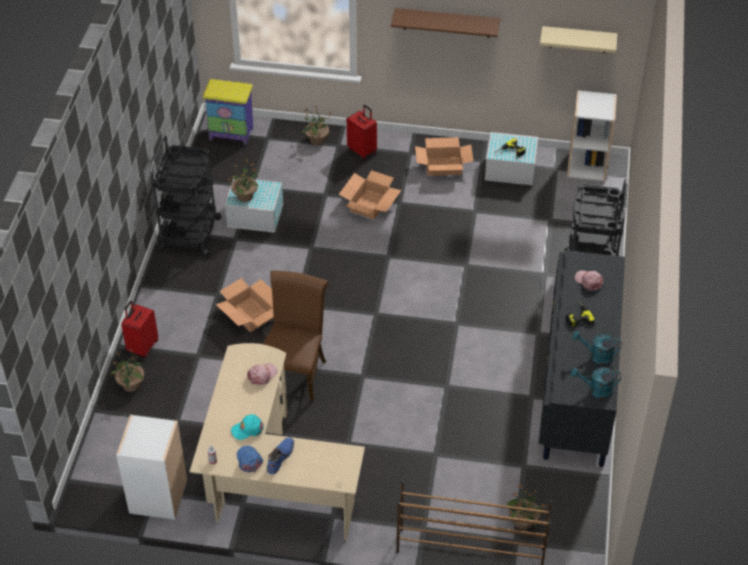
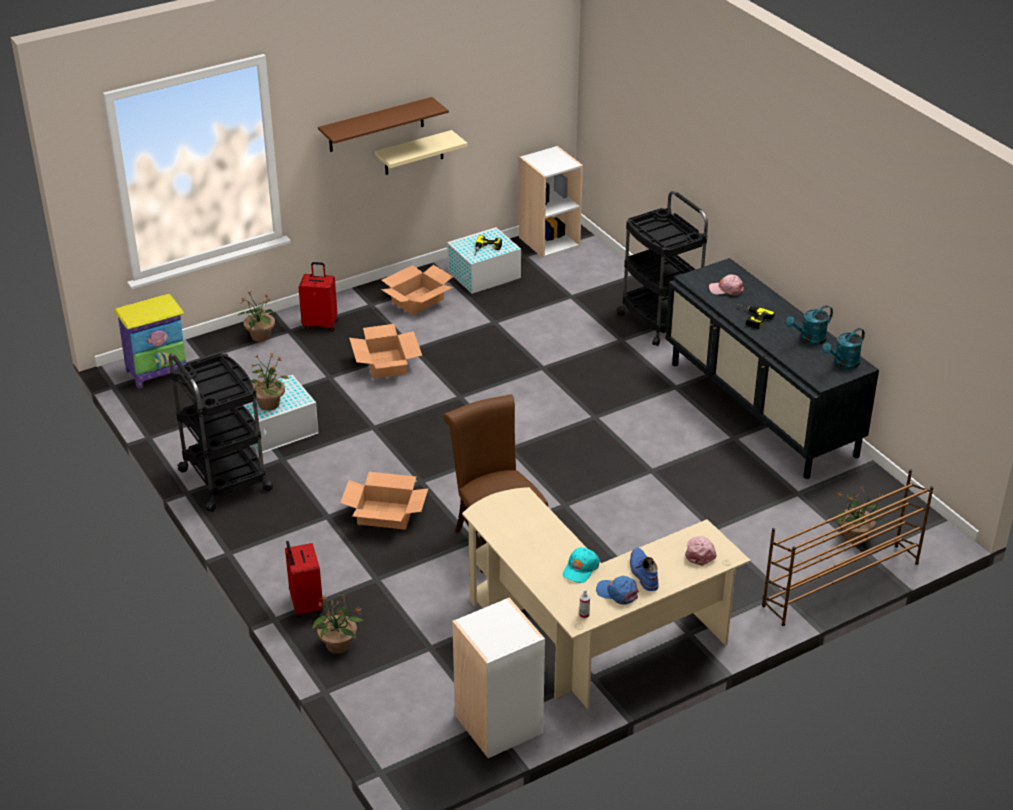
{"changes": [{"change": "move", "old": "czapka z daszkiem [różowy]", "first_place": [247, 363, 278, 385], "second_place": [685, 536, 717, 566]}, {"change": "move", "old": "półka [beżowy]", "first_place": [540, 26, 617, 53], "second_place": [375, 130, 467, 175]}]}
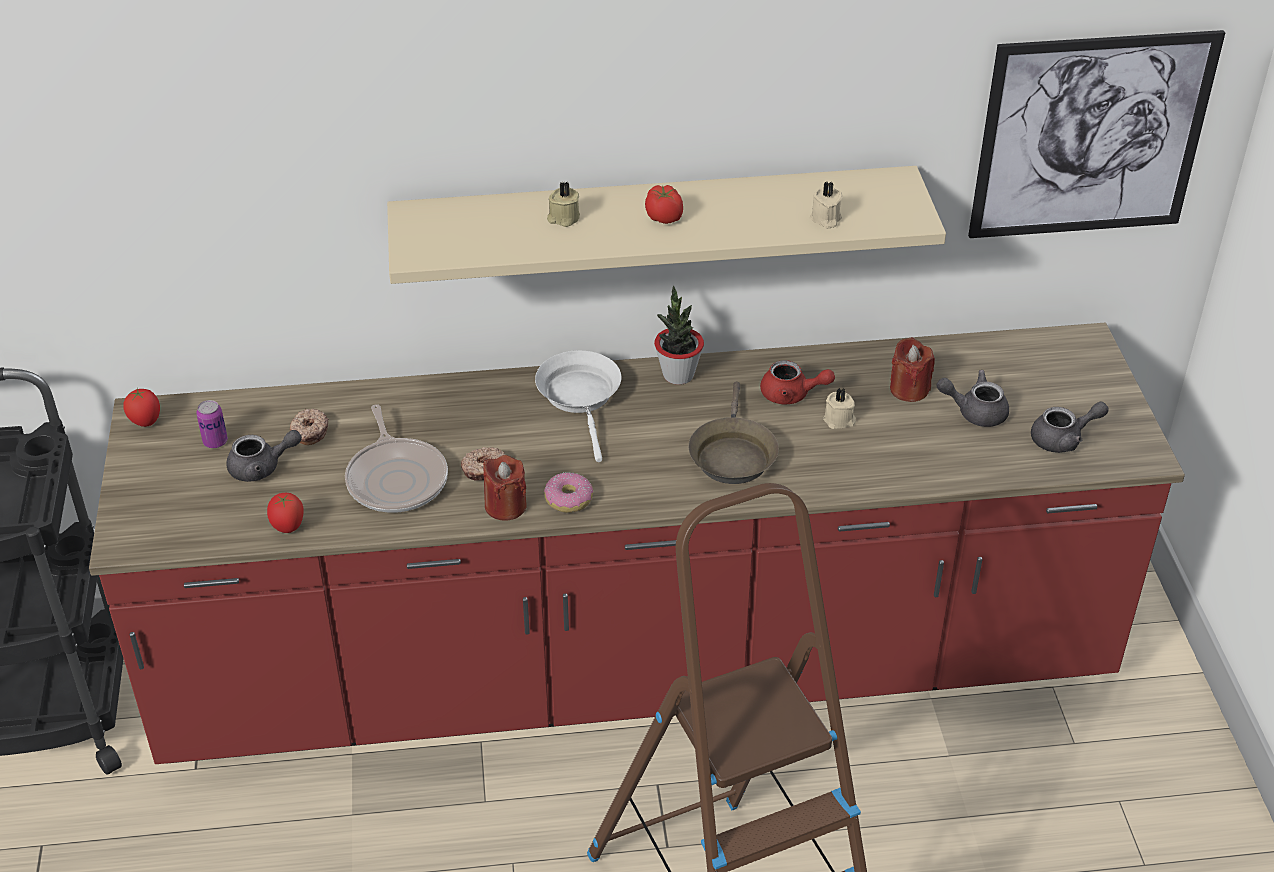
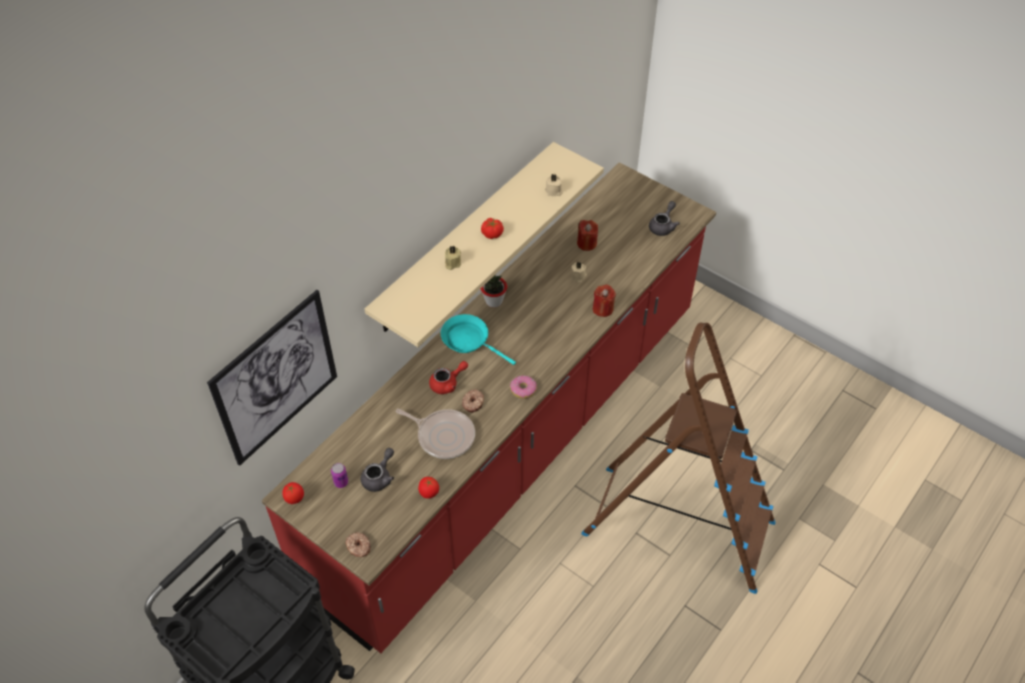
{"changes": [{"change": "delete", "old": "patelnia [brązowy]", "first_place": [689, 382, 779, 484]}, {"change": "delete", "old": "imbryk [szary]", "first_place": [936, 370, 1009, 427]}, {"change": "move", "old": "donut", "first_place": [290, 409, 329, 445], "second_place": [345, 532, 371, 557]}, {"change": "move", "old": "świeca [czerwony]", "first_place": [483, 455, 526, 521], "second_place": [593, 285, 616, 317]}, {"change": "move", "old": "imbryk [czerwony]", "first_place": [760, 360, 835, 405], "second_place": [429, 361, 468, 394]}, {"change": "move", "old": "obraz", "first_place": [968, 30, 1225, 238], "second_place": [207, 290, 337, 466]}, {"change": "recolor", "old": "patelnia [biały]", "new": "patelnia [turkusowy]", "first_place": [535, 351, 621, 462], "second_place": [441, 314, 516, 365]}]}
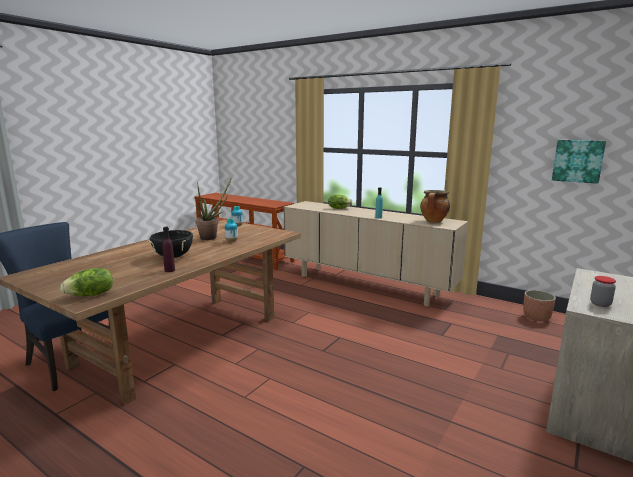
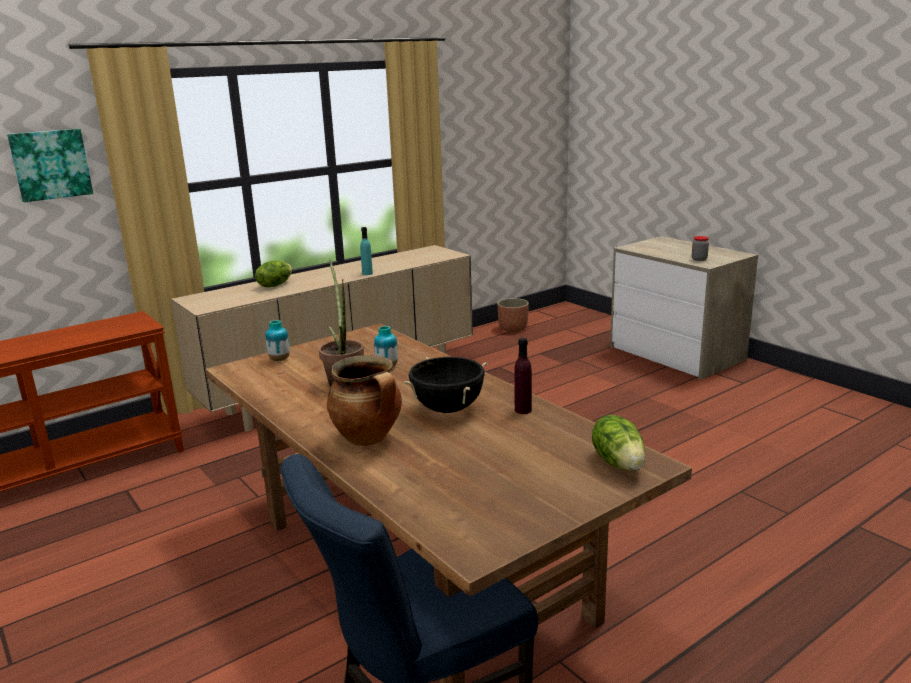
{"changes": [{"change": "move", "old": "garnek", "first_place": [420, 190, 450, 223], "second_place": [327, 355, 402, 446]}, {"change": "move", "old": "obraz", "first_place": [552, 140, 606, 184], "second_place": [7, 129, 93, 202]}]}
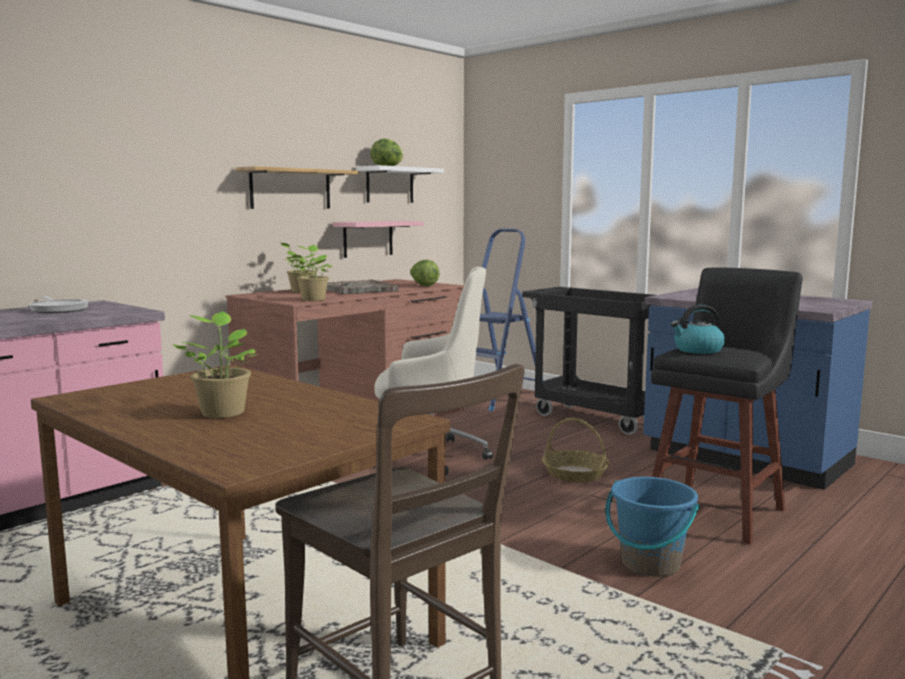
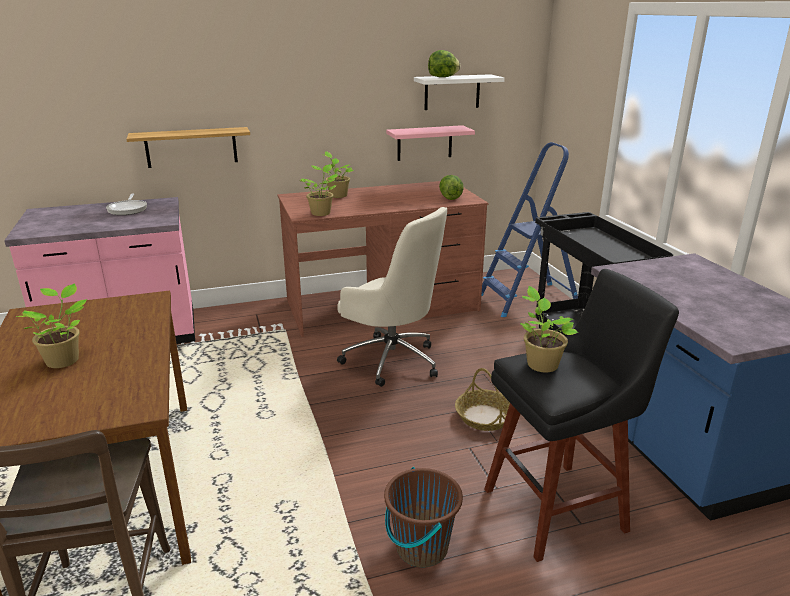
{"changes": [{"change": "delete", "old": "taca [szary]", "first_place": [326, 279, 399, 294]}, {"change": "move", "old": "półka", "first_place": [235, 166, 359, 209], "second_place": [126, 127, 250, 168]}, {"change": "replace", "old": "czajnik", "new": "roślina doniczkowa", "first_place": [671, 304, 725, 354], "second_place": [520, 286, 578, 373]}, {"change": "recolor", "old": "wiadro [niebieski]", "new": "wiadro [brązowy]", "first_place": [605, 477, 700, 577], "second_place": [384, 467, 463, 568]}]}
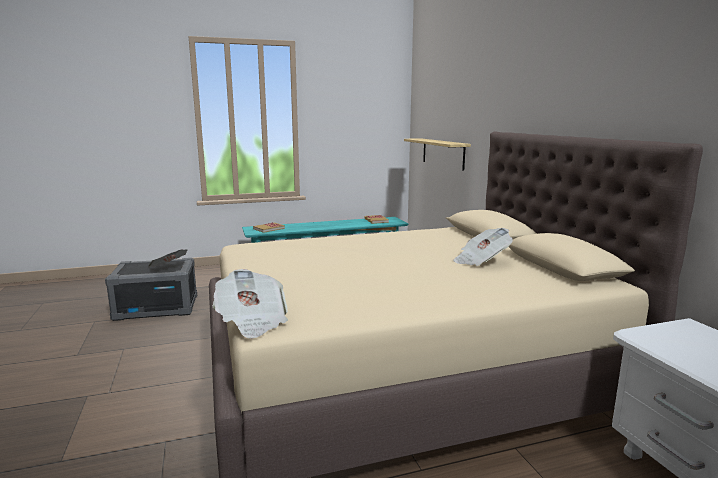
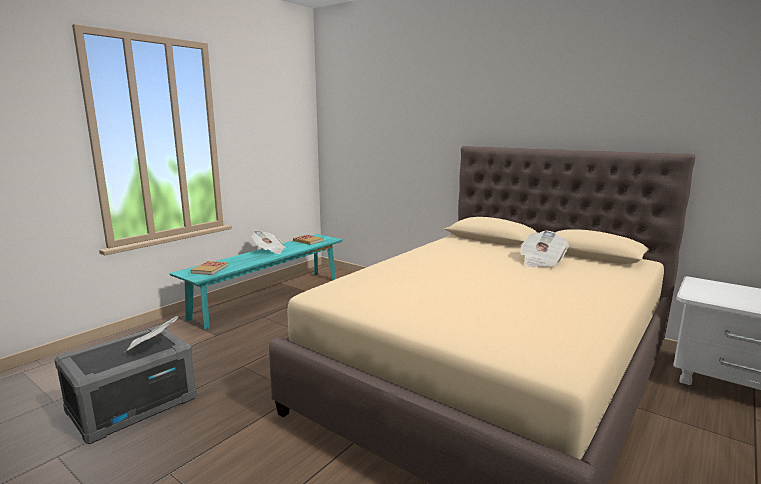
{"changes": [{"change": "delete", "old": "półka", "first_place": [404, 138, 471, 171]}, {"change": "move", "old": "gazeta", "first_place": [213, 269, 288, 339], "second_place": [251, 231, 286, 254]}]}
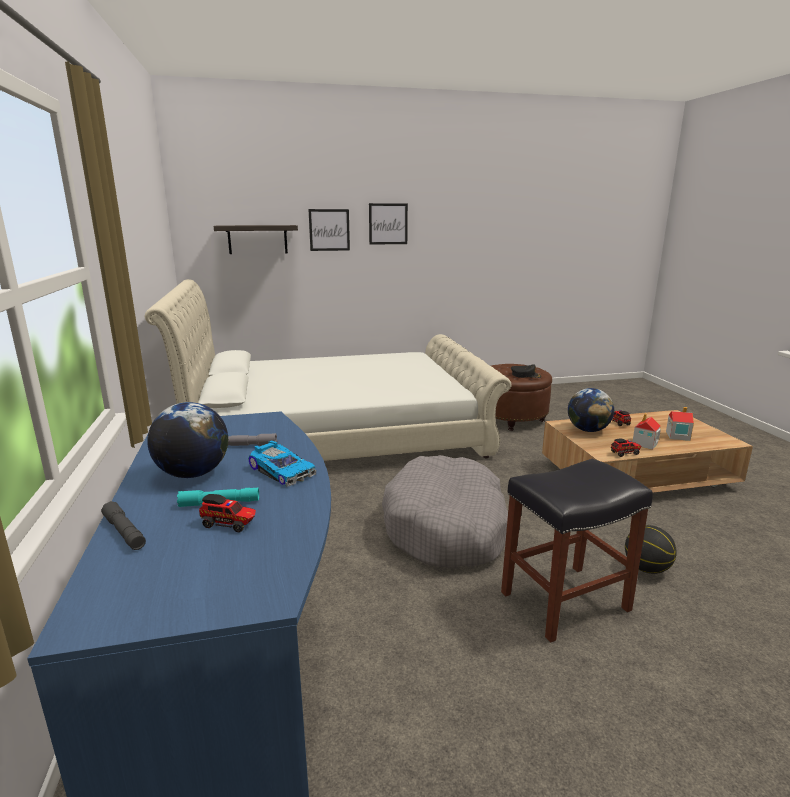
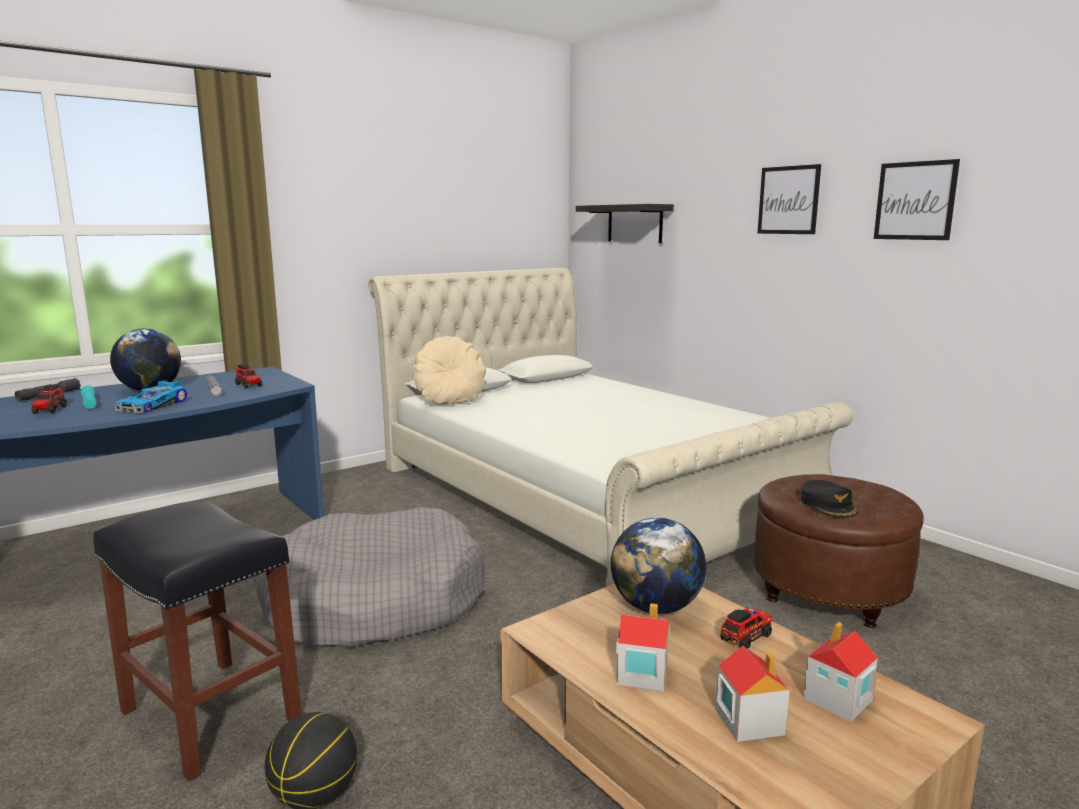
{"changes": [{"change": "insert", "new": "poduszka [beżowy]", "second_place": [413, 336, 486, 405]}, {"change": "insert", "new": "domek", "second_place": [803, 622, 878, 722]}, {"change": "move", "old": "obraz", "first_place": [308, 209, 350, 251], "second_place": [874, 159, 960, 240]}, {"change": "move", "old": "ciężarówka zabawkowa", "first_place": [611, 439, 641, 457], "second_place": [235, 364, 262, 389]}]}
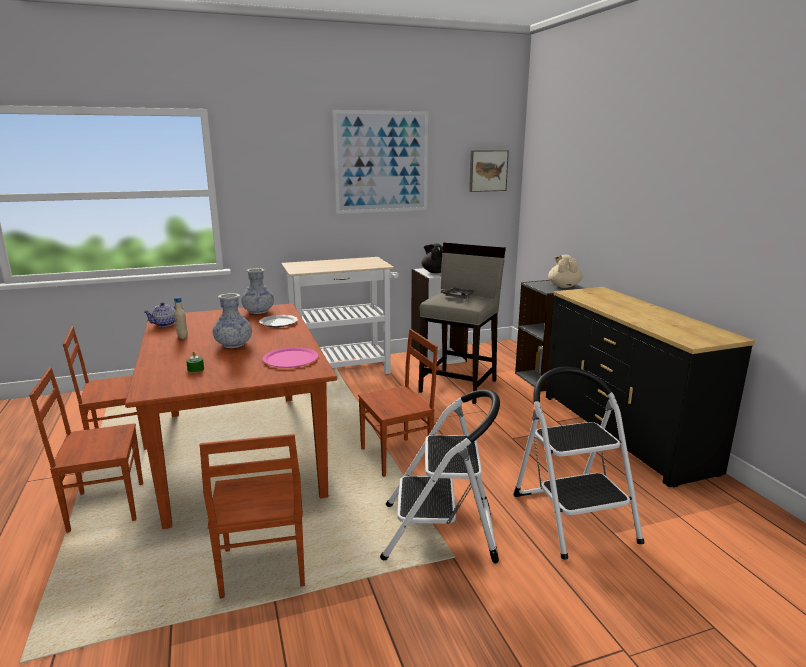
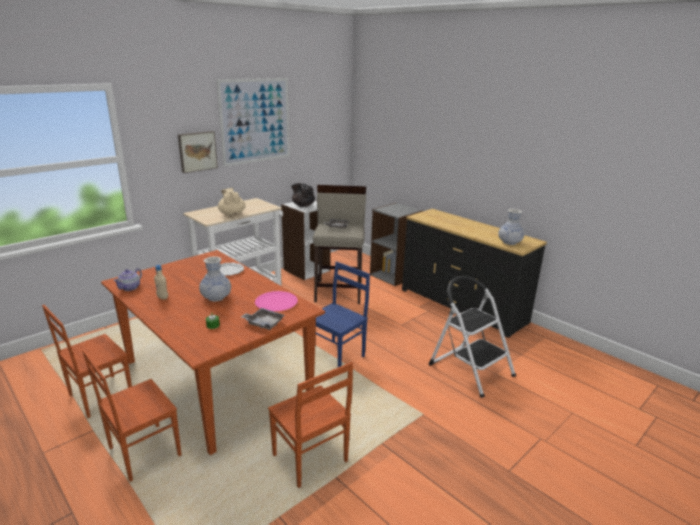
{"changes": [{"change": "delete", "old": "drabinka", "first_place": [380, 389, 500, 563]}, {"change": "insert", "new": "taca [szary]", "second_place": [241, 308, 285, 330]}, {"change": "move", "old": "wazon", "first_place": [241, 268, 274, 314], "second_place": [498, 209, 524, 245]}, {"change": "move", "old": "obraz", "first_place": [469, 150, 509, 192], "second_place": [178, 131, 218, 173]}, {"change": "move", "old": "imbryk [beżowy]", "first_place": [548, 255, 583, 288], "second_place": [218, 188, 246, 216]}, {"change": "recolor", "old": "krzesło [brązowy]", "new": "krzesło [niebieski]", "first_place": [358, 329, 438, 477], "second_place": [315, 261, 370, 367]}]}
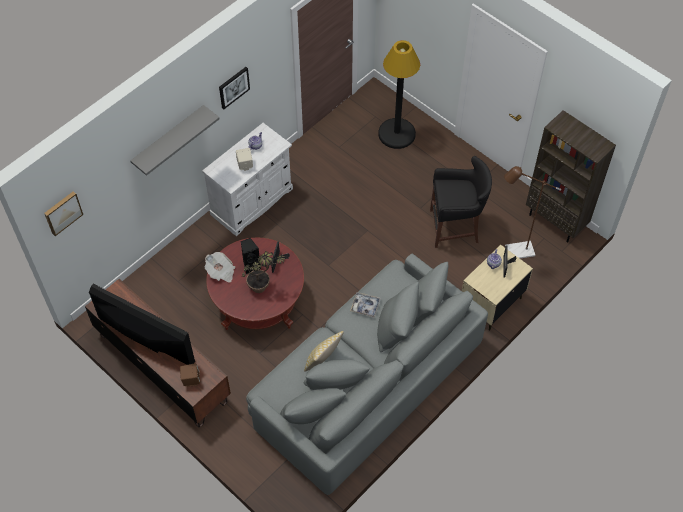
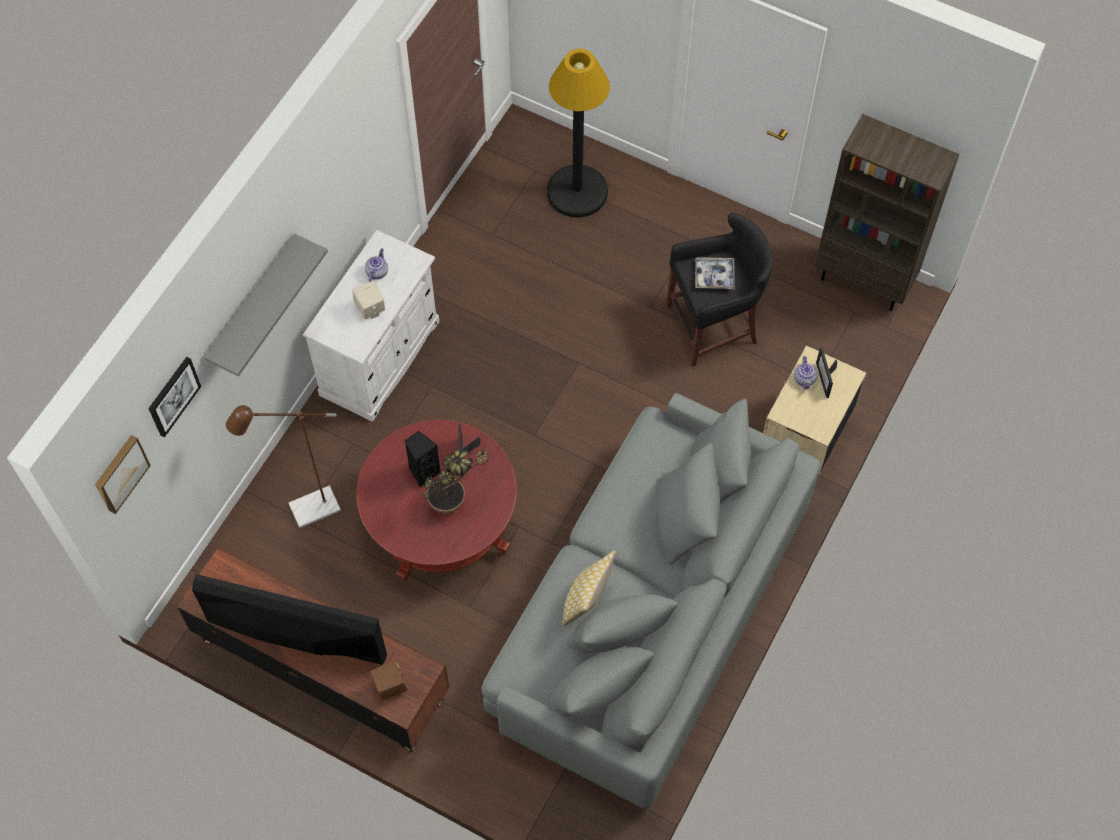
{"changes": [{"change": "delete", "old": "gazeta", "first_place": [205, 252, 235, 283]}, {"change": "move", "old": "obraz", "first_place": [219, 67, 250, 109], "second_place": [148, 357, 201, 437]}, {"change": "move", "old": "taca", "first_place": [350, 292, 381, 318], "second_place": [695, 257, 735, 289]}, {"change": "move", "old": "lampa stojąca [brązowy]", "first_place": [504, 166, 561, 259], "second_place": [226, 405, 341, 528]}]}
